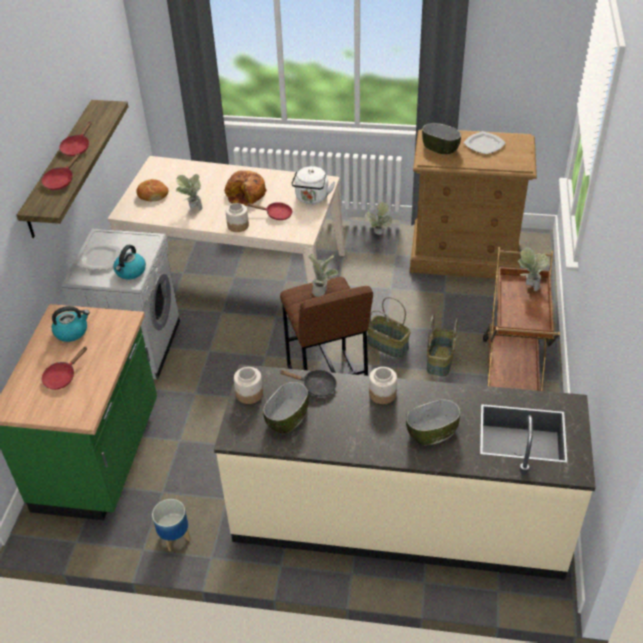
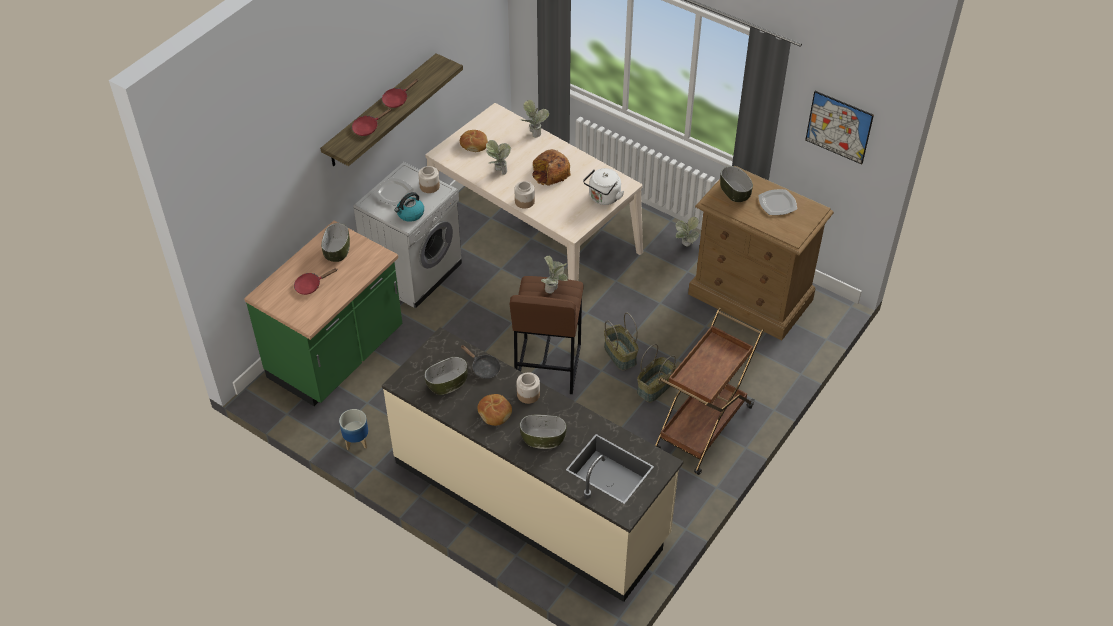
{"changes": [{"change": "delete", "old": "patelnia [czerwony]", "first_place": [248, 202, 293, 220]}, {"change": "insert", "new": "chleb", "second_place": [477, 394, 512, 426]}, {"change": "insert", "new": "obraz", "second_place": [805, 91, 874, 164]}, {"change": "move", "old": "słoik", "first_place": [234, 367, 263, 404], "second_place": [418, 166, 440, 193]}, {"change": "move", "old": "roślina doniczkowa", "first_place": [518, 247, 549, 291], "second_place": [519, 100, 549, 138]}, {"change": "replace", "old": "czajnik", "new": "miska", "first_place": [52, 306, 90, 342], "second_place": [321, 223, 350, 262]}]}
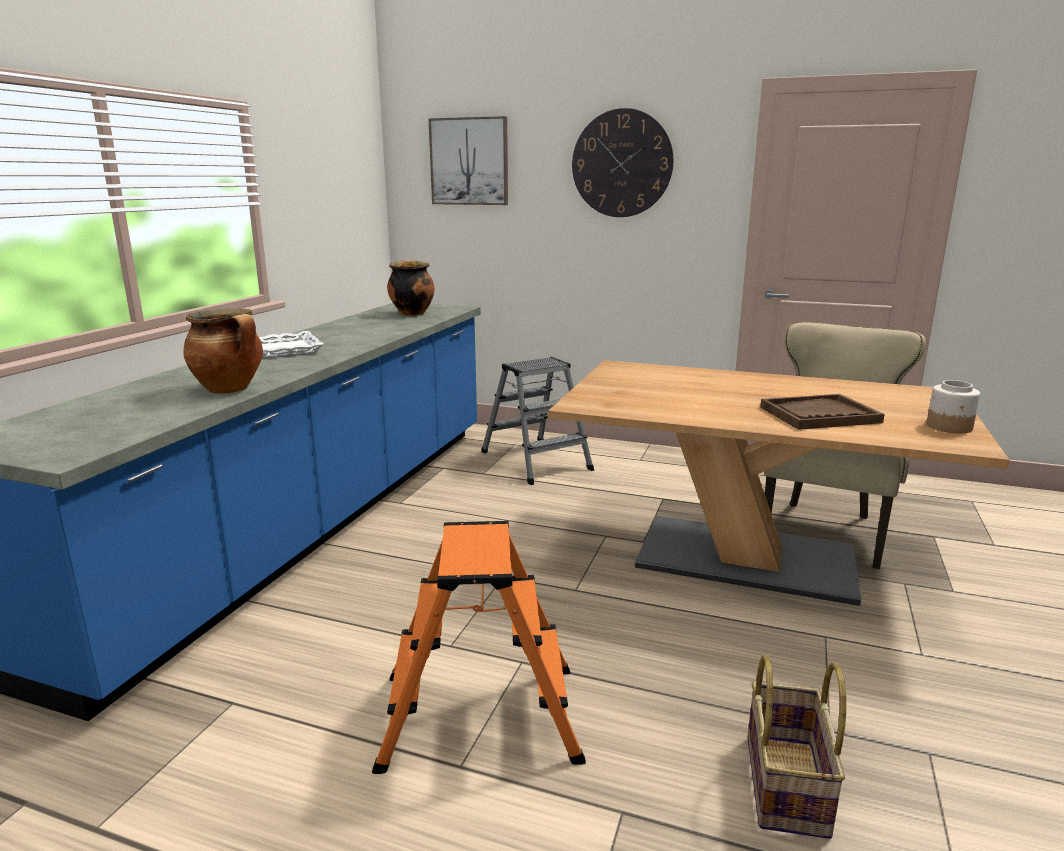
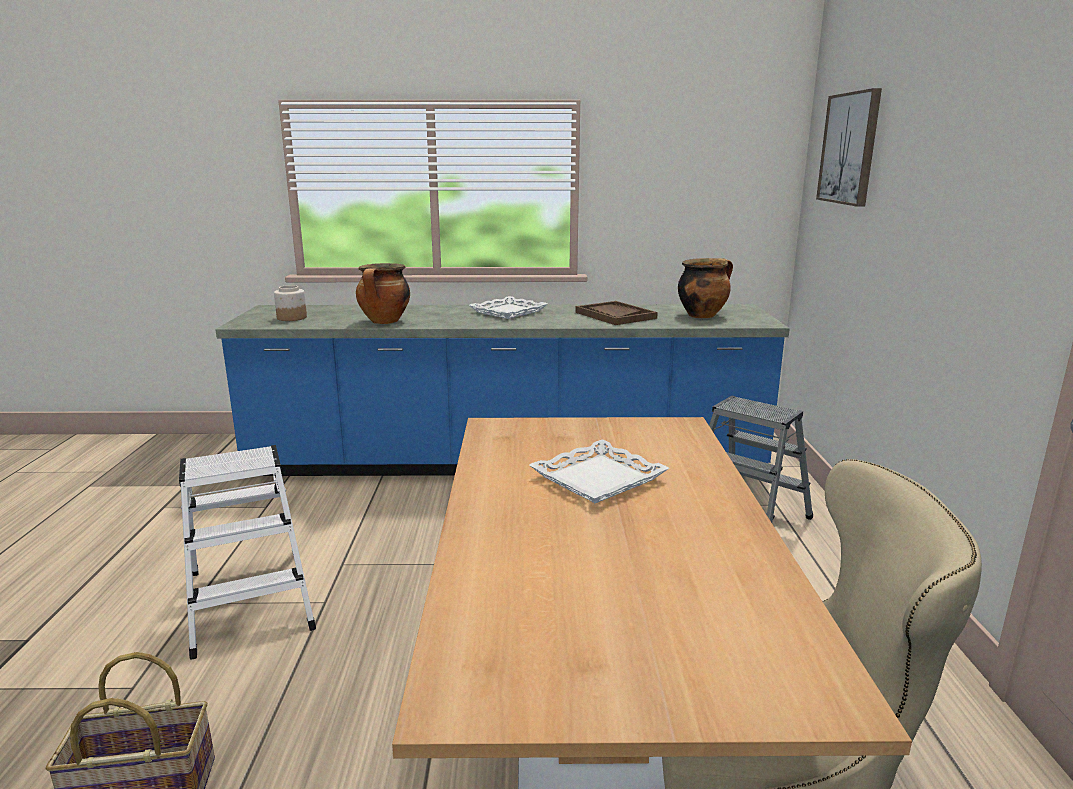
{"changes": [{"change": "delete", "old": "zegar ścienny", "first_place": [572, 108, 673, 217]}, {"change": "insert", "new": "taca [biały]", "second_place": [529, 439, 669, 503]}, {"change": "move", "old": "taca [brązowy]", "first_place": [760, 394, 885, 430], "second_place": [575, 301, 658, 325]}, {"change": "move", "old": "słoik", "first_place": [927, 380, 980, 434], "second_place": [274, 285, 307, 321]}, {"change": "recolor", "old": "drabinka [pomarańczowy]", "new": "drabinka [biały]", "first_place": [372, 521, 586, 774], "second_place": [179, 445, 316, 660]}]}
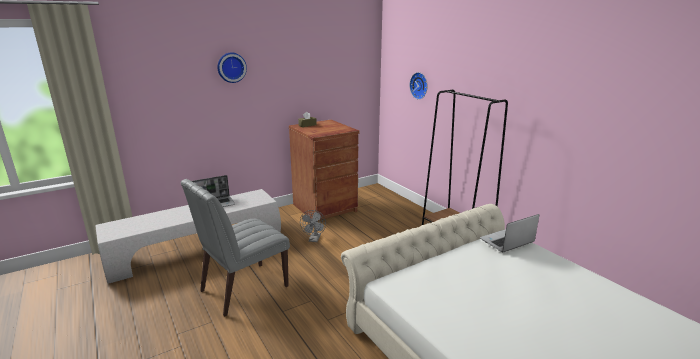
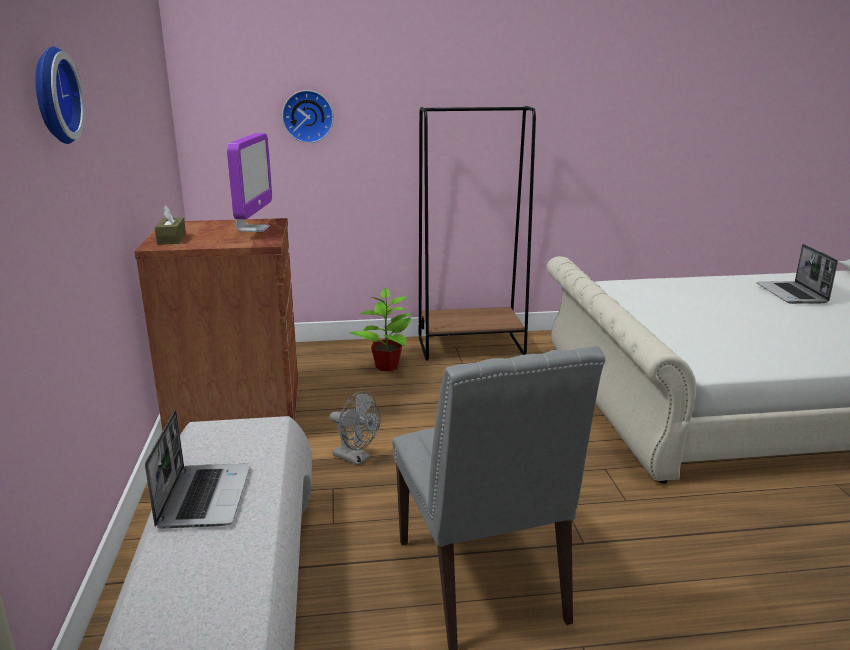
{"changes": [{"change": "insert", "new": "monitor", "second_place": [227, 133, 272, 232]}, {"change": "insert", "new": "roślina doniczkowa", "second_place": [350, 288, 413, 371]}, {"change": "move", "old": "laptop", "first_place": [480, 214, 539, 252], "second_place": [757, 244, 838, 304]}]}
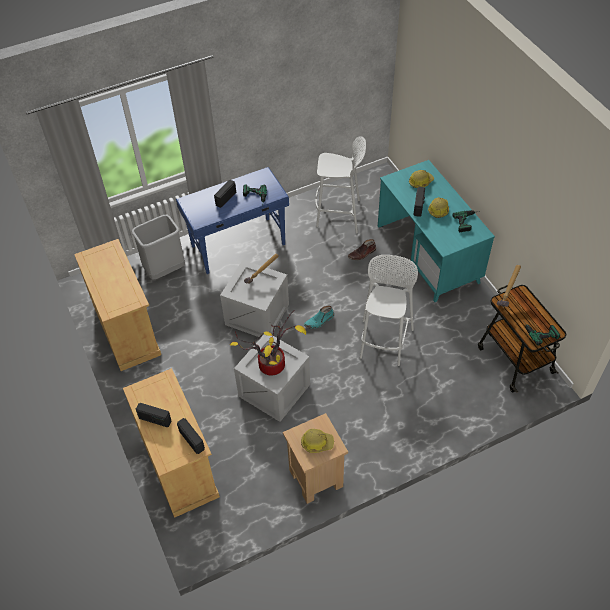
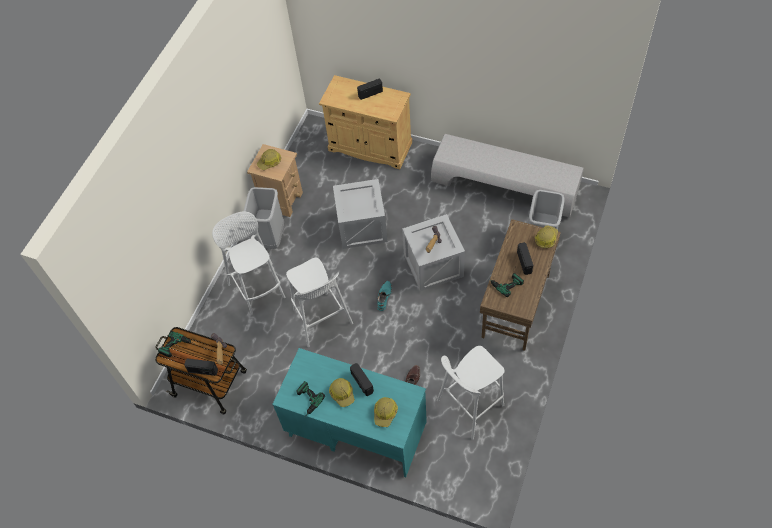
{"changes": [{"change": "delete", "old": "roślina doniczkowa", "first_place": [230, 310, 306, 376]}, {"change": "insert", "new": "stołek [biały]", "second_place": [212, 212, 285, 315]}, {"change": "insert", "new": "kosz na śmieci [szary]", "second_place": [243, 187, 284, 249]}, {"change": "insert", "new": "kask", "second_place": [535, 225, 558, 248]}, {"change": "move", "old": "radio", "first_place": [177, 418, 205, 454], "second_place": [184, 359, 218, 376]}, {"change": "replace", "old": "szafka [beżowy]", "new": "ławka [szary]", "first_place": [74, 239, 161, 371], "second_place": [431, 134, 584, 217]}, {"change": "recolor", "old": "stolik konsolowy [niebieski]", "new": "stolik konsolowy [brązowy]", "first_place": [176, 167, 289, 274], "second_place": [480, 219, 561, 351]}]}
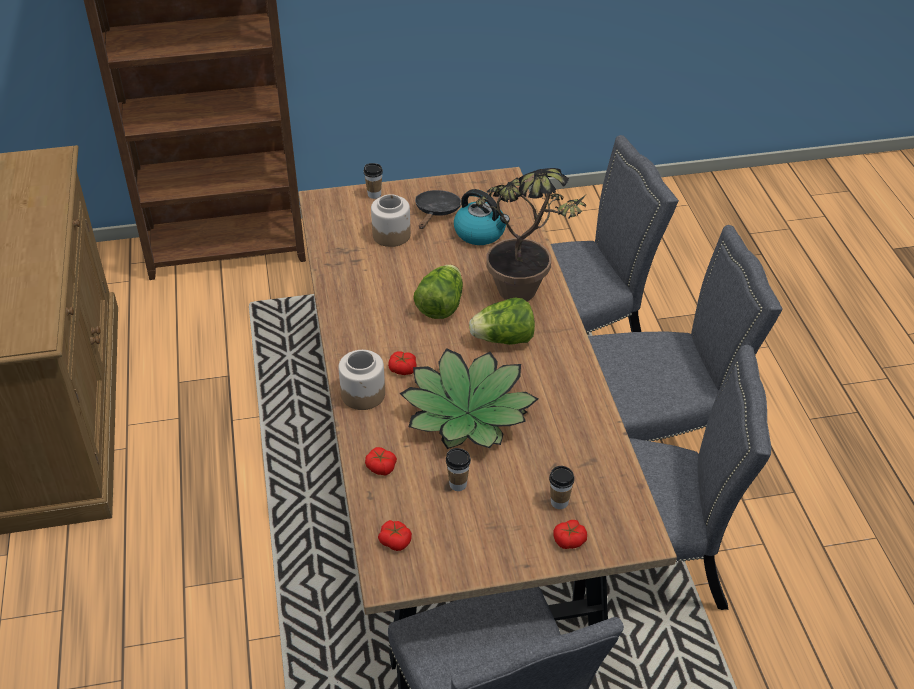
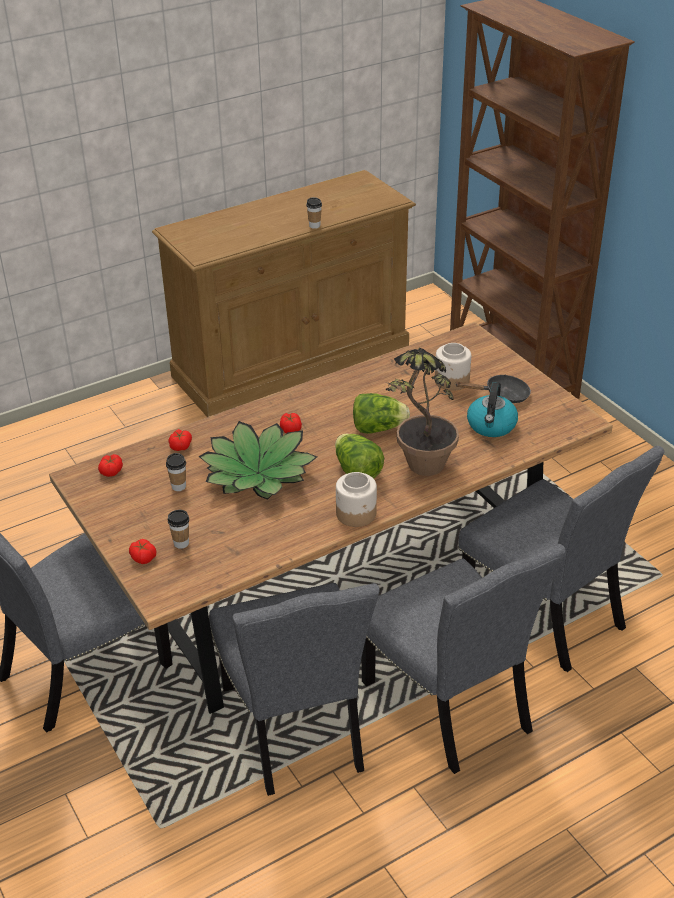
{"changes": [{"change": "move", "old": "słoik", "first_place": [338, 350, 385, 410], "second_place": [336, 472, 377, 527]}, {"change": "move", "old": "filiżanka", "first_place": [364, 163, 383, 199], "second_place": [306, 197, 322, 229]}]}
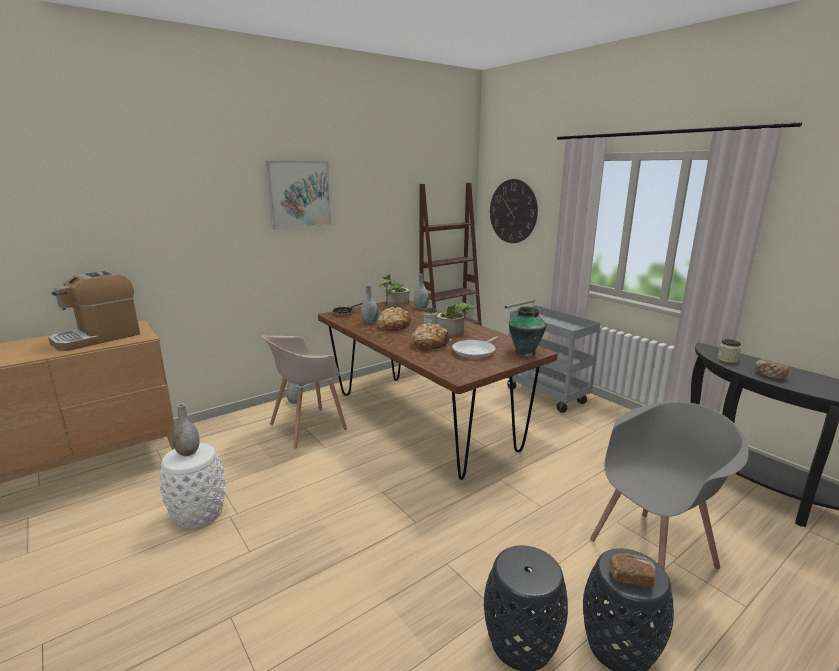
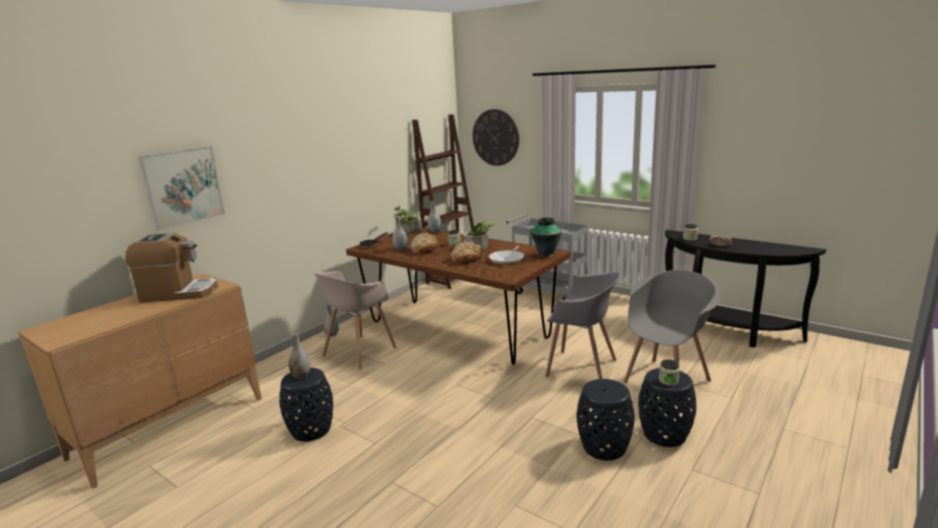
{"changes": [{"change": "insert", "new": "krzesło [szary]", "second_place": [545, 272, 621, 379]}, {"change": "move", "old": "obraz", "first_place": [265, 161, 332, 230], "second_place": [137, 146, 225, 231]}, {"change": "replace", "old": "chleb", "new": "słoik", "first_place": [610, 553, 656, 587], "second_place": [659, 359, 680, 386]}, {"change": "recolor", "old": "stołek [biały]", "new": "stołek [czarny]", "first_place": [160, 443, 226, 529], "second_place": [279, 368, 333, 442]}, {"change": "rotate", "old": "ekspres do kawy", "first_place": [48, 270, 140, 351], "second_place": [125, 233, 218, 303], "degrees": -120}]}
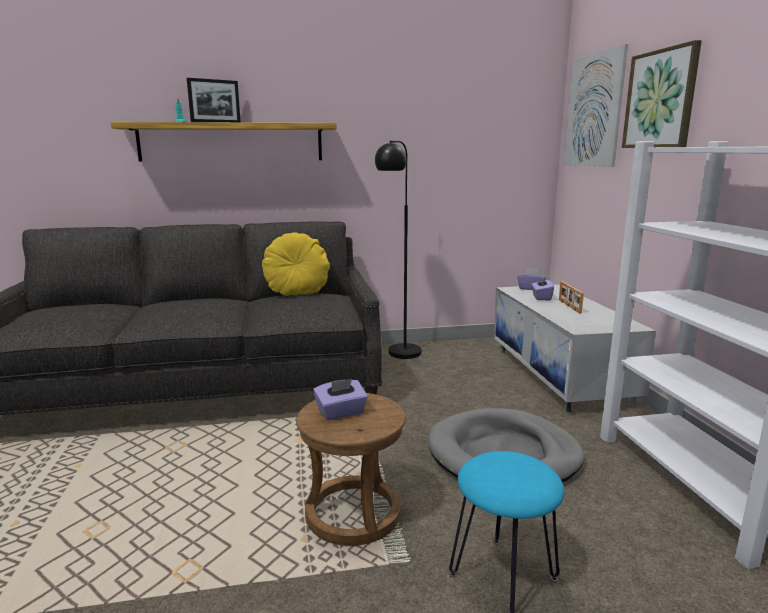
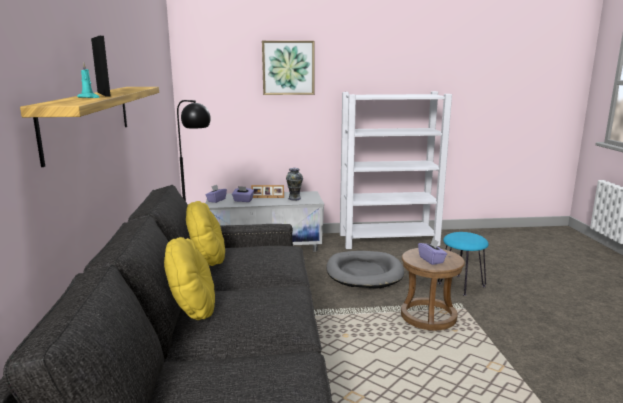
{"changes": [{"change": "delete", "old": "obraz", "first_place": [564, 44, 628, 167]}, {"change": "insert", "new": "poduszka [żółty]", "second_place": [164, 237, 215, 320]}, {"change": "insert", "new": "wazon", "second_place": [286, 168, 303, 201]}]}
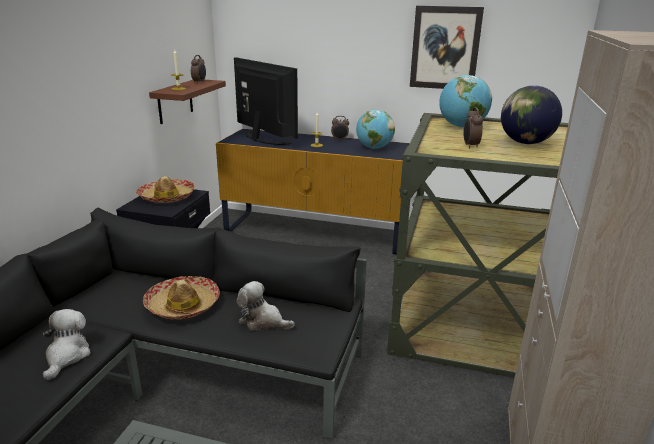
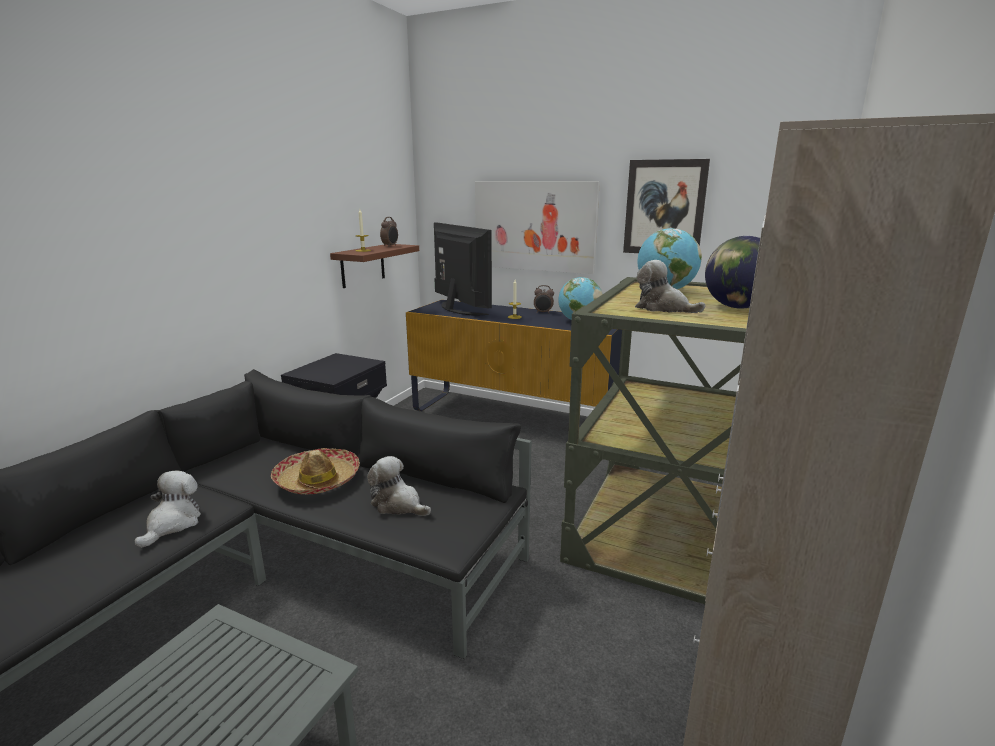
{"changes": [{"change": "delete", "old": "kapelusz", "first_place": [136, 176, 195, 203]}, {"change": "insert", "new": "obraz", "second_place": [475, 181, 600, 274]}, {"change": "replace", "old": "budzik", "new": "pluszak", "first_place": [464, 107, 483, 148], "second_place": [635, 260, 706, 313]}]}
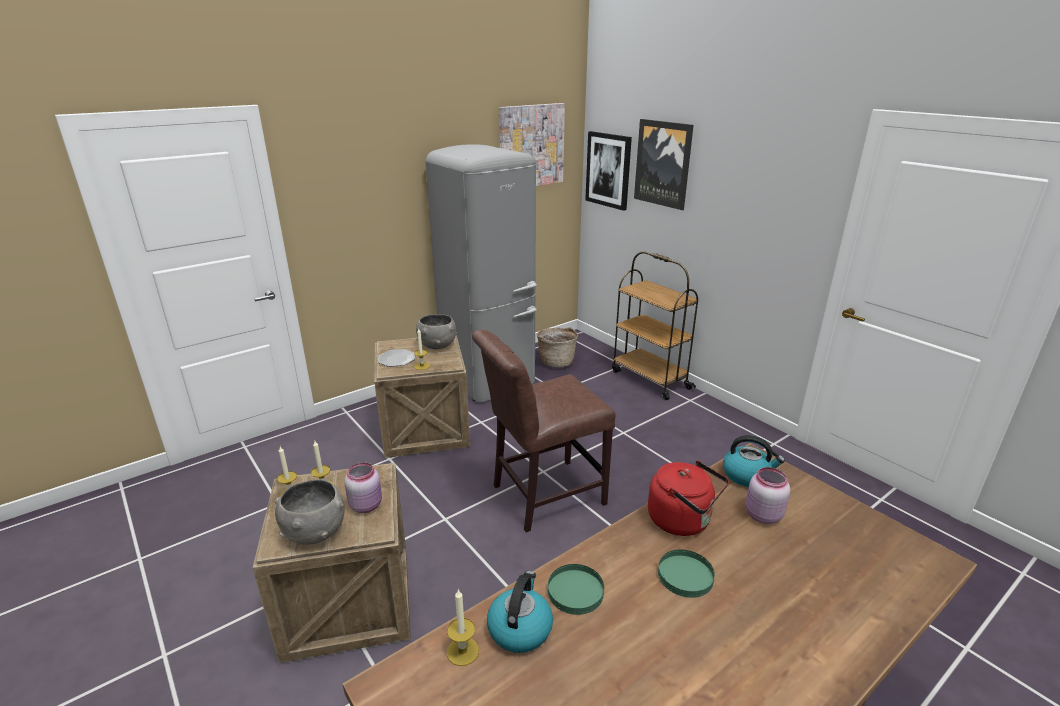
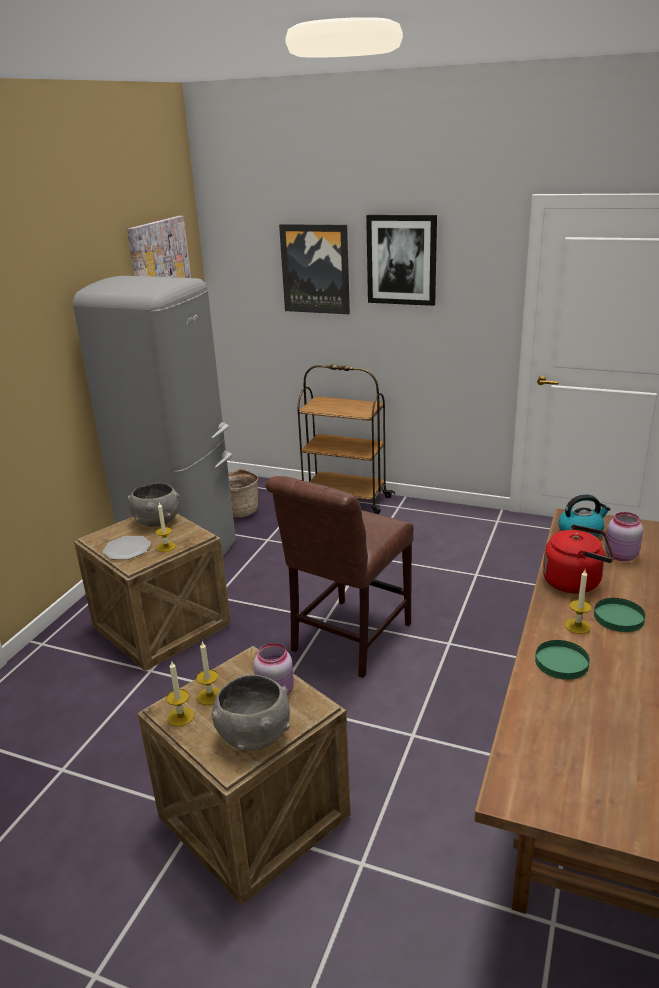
{"changes": [{"change": "delete", "old": "czajnik", "first_place": [487, 571, 553, 653]}, {"change": "move", "old": "świeca", "first_place": [447, 589, 479, 666], "second_place": [565, 570, 592, 634]}, {"change": "move", "old": "obraz", "first_place": [585, 131, 632, 211], "second_place": [366, 215, 437, 306]}]}
